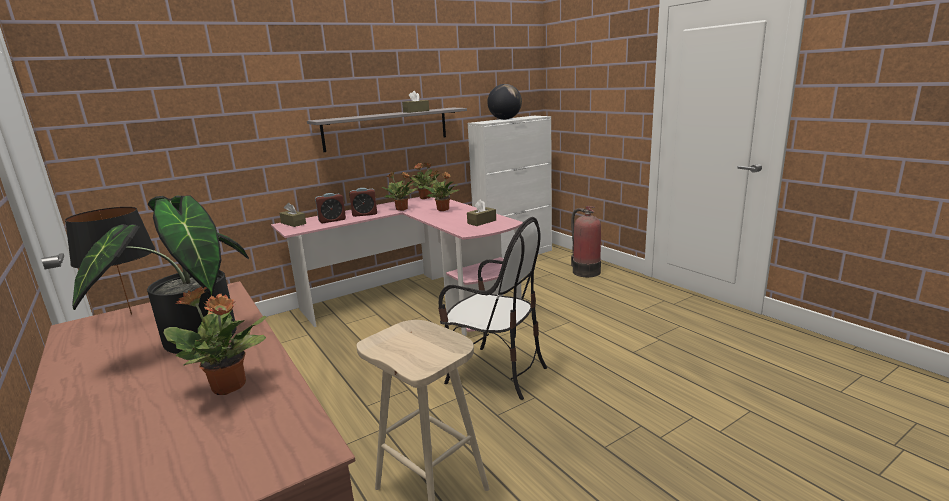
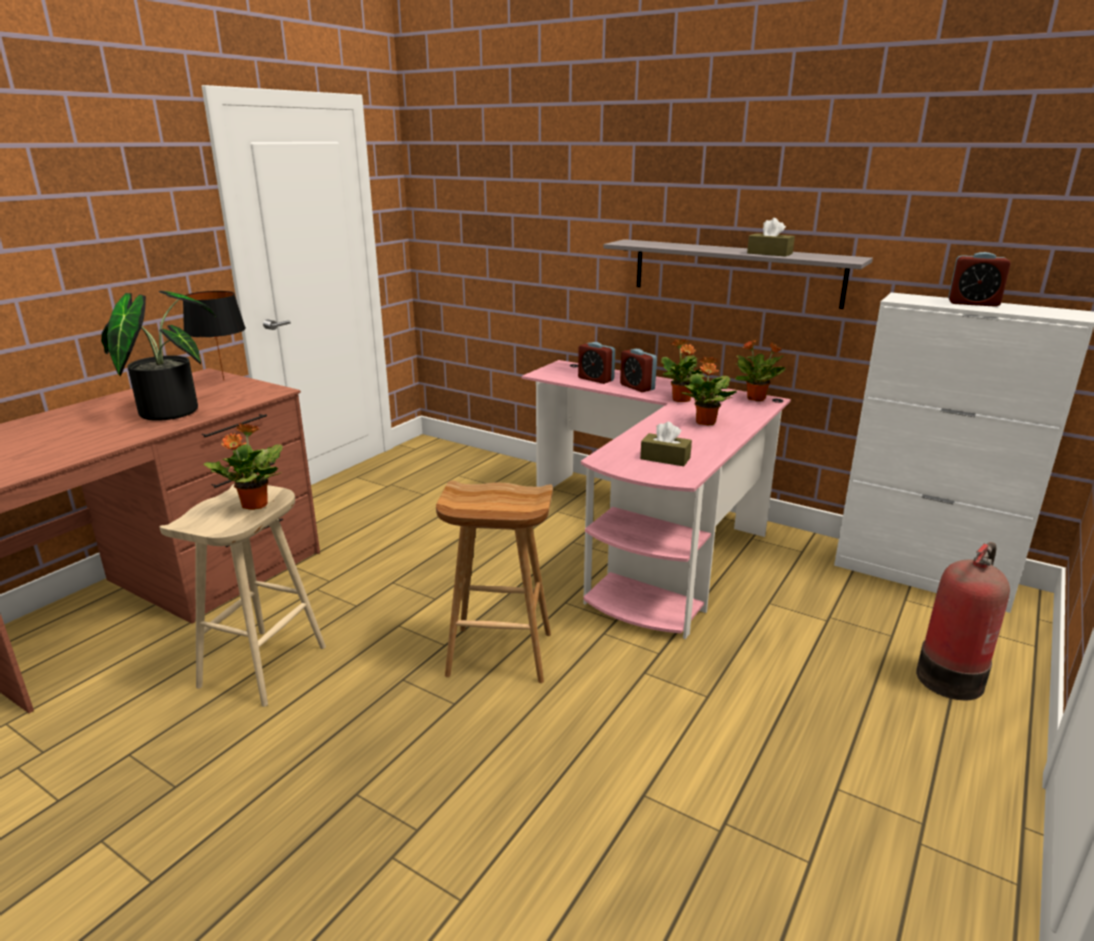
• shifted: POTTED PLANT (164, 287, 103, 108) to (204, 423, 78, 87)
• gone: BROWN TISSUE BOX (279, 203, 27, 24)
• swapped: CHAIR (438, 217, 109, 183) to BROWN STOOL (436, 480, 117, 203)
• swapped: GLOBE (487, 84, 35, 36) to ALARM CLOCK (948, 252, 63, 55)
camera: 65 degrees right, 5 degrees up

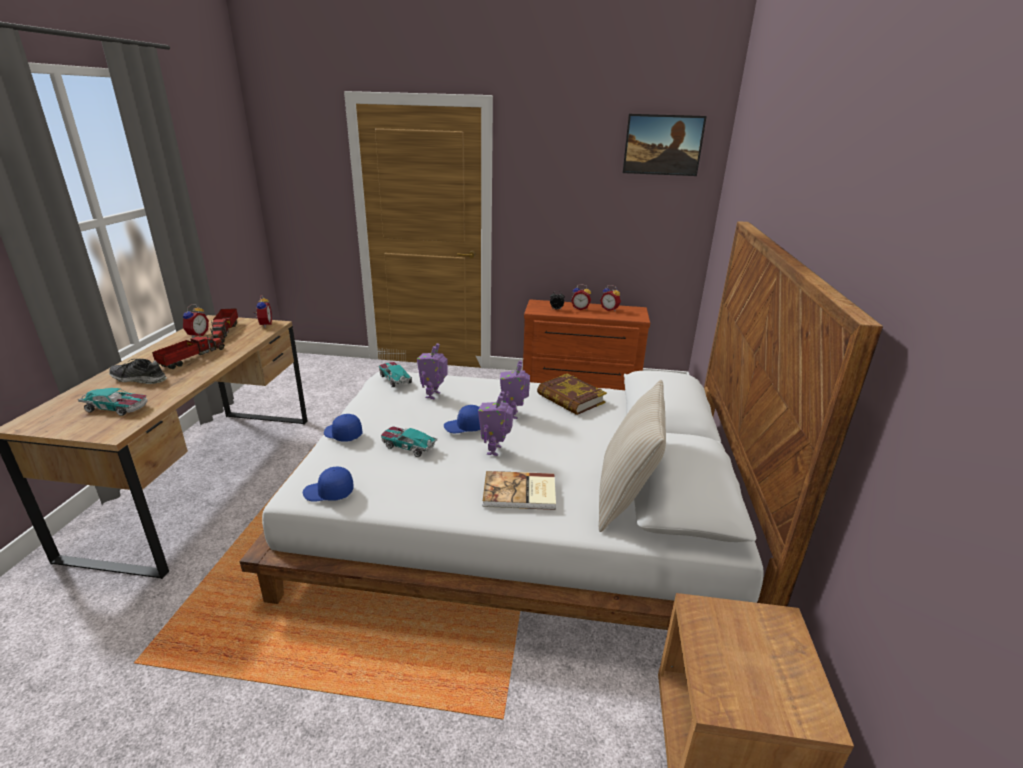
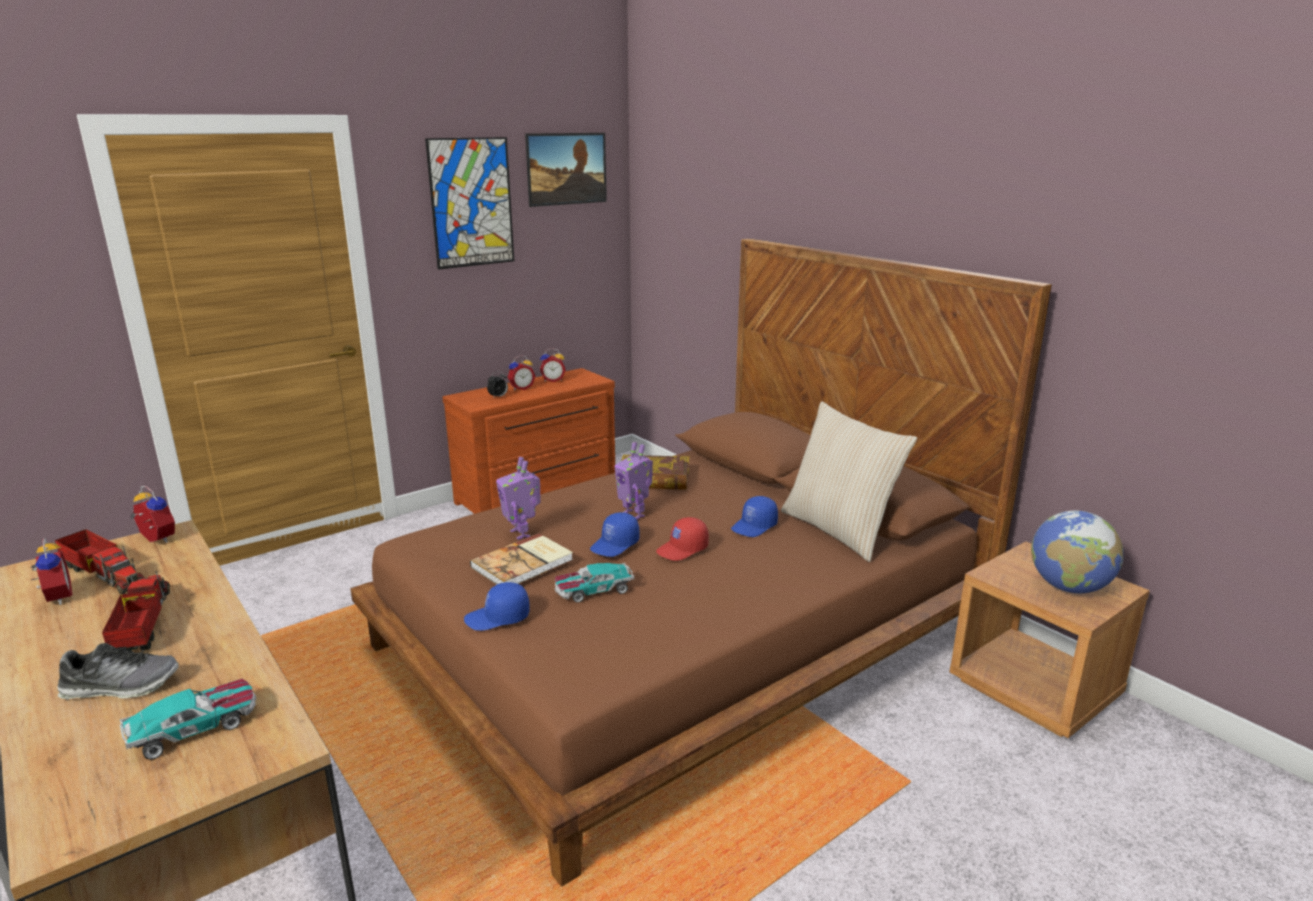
• rotated: SHOE (109, 359, 58, 25) = (58, 643, 121, 57) 150 degrees counterclockwise
• repainted: WHITE BED (240, 221, 643, 409) to BROWN BED (350, 239, 702, 648)
• shifted: BLUE CAP (303, 467, 51, 35) to (731, 496, 47, 41)
• gone: TOY CAR (379, 362, 33, 25)
• swapped: TOY ROBOT (478, 391, 35, 65) to RED CAP (656, 517, 53, 44)
• shifted: BOOK (483, 471, 73, 39) to (470, 533, 103, 51)
• new: PICTURE (425, 137, 89, 133)
• new: GLOBE (1031, 510, 92, 83)
camera: 45 degrees left, 5 degrees down

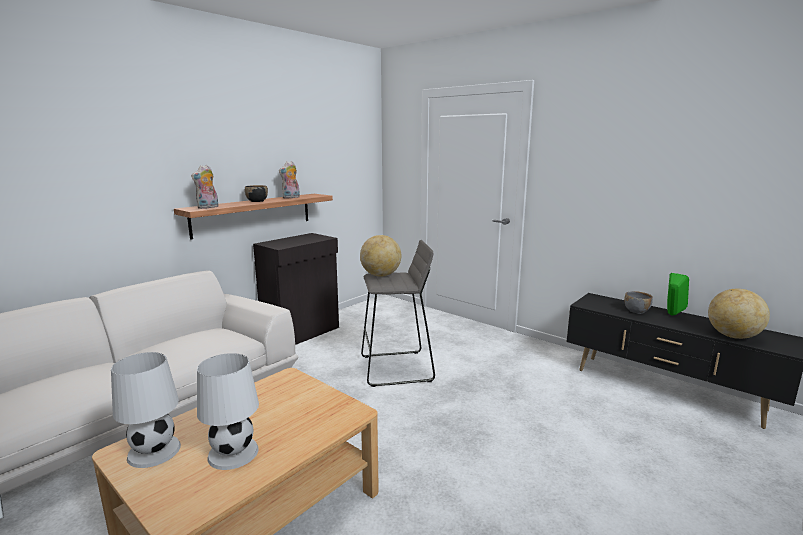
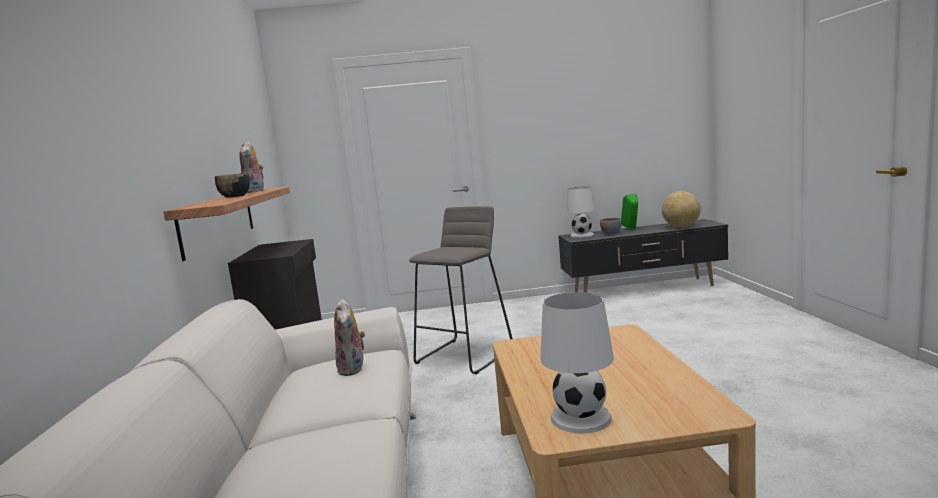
• shifted: PLUSH TOY (191, 165, 27, 44) to (334, 299, 31, 77)
• shifted: WHITE TABLE LAMP (197, 353, 62, 117) to (567, 186, 28, 52)
• gone: GLOBE (360, 235, 41, 42)
camera: 45 degrees left, 5 degrees down

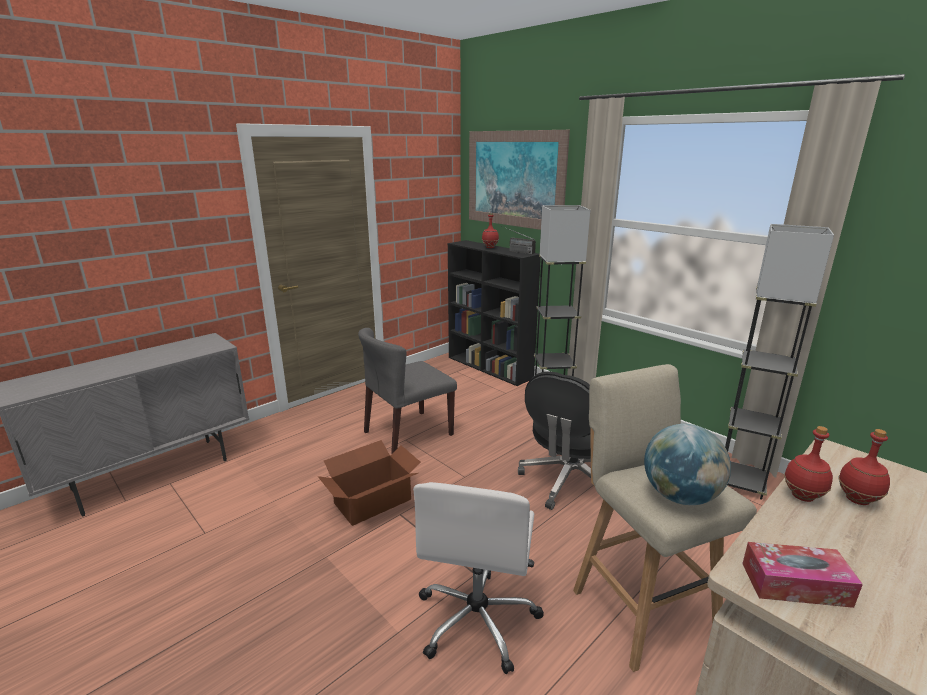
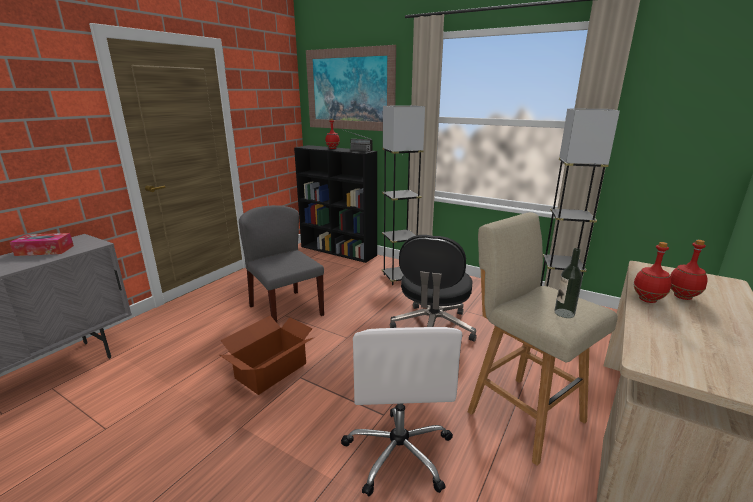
• rotated: GREY CHAIR (358, 328, 99, 127) = (239, 205, 85, 118) 105 degrees clockwise
• swapped: GLOBE (644, 424, 87, 81) to BOTTLE (554, 248, 29, 70)
• shifted: TISSUE BOX (742, 542, 121, 66) to (10, 233, 64, 23)
camera: 15 degrees left, 0 degrees up

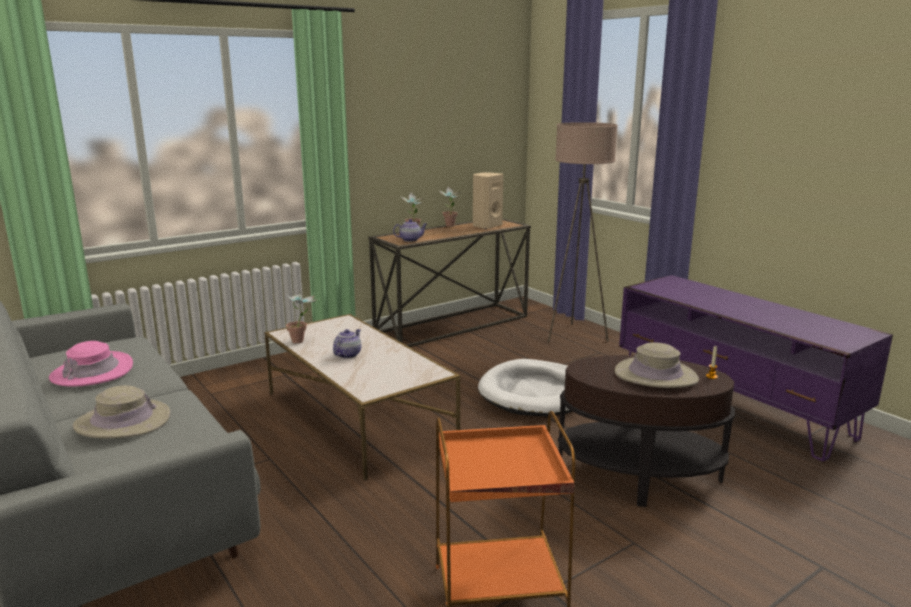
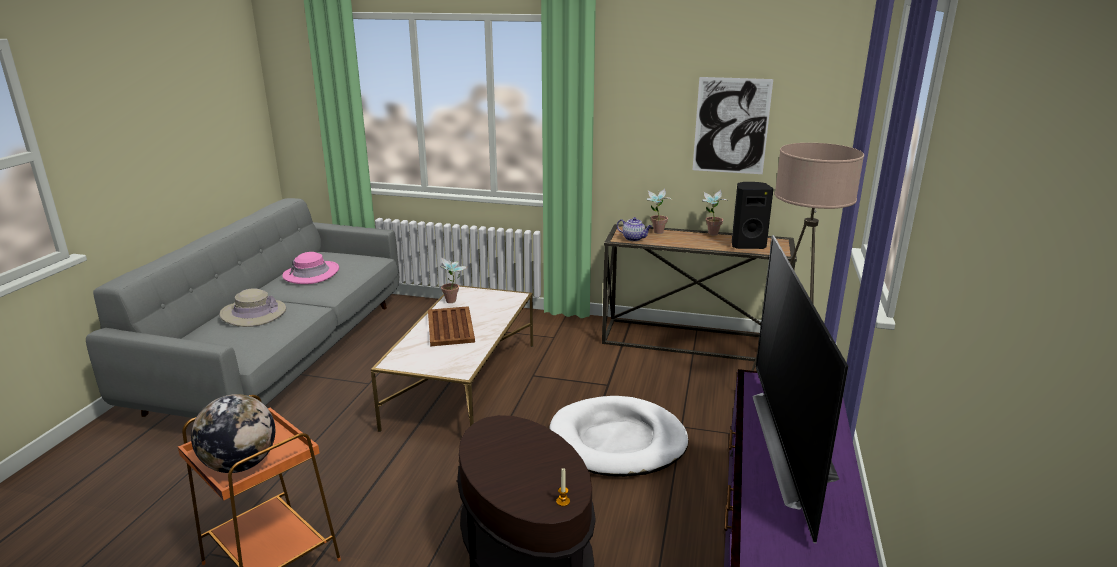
• swapped: TEAPOT (333, 329, 28, 29) to BROWN TRAY (428, 306, 47, 41)
• repainted: BEIGE SPEAKER (473, 172, 30, 57) to BLACK SPEAKER (732, 182, 42, 67)
• gone: BEIGE HAT (615, 342, 84, 46)
• new: GLOBE (191, 394, 84, 79)
• new: PICTURE (693, 77, 80, 97)
• new: TELEVISION (752, 235, 96, 308)
camera: 50 degrees right, 5 degrees up

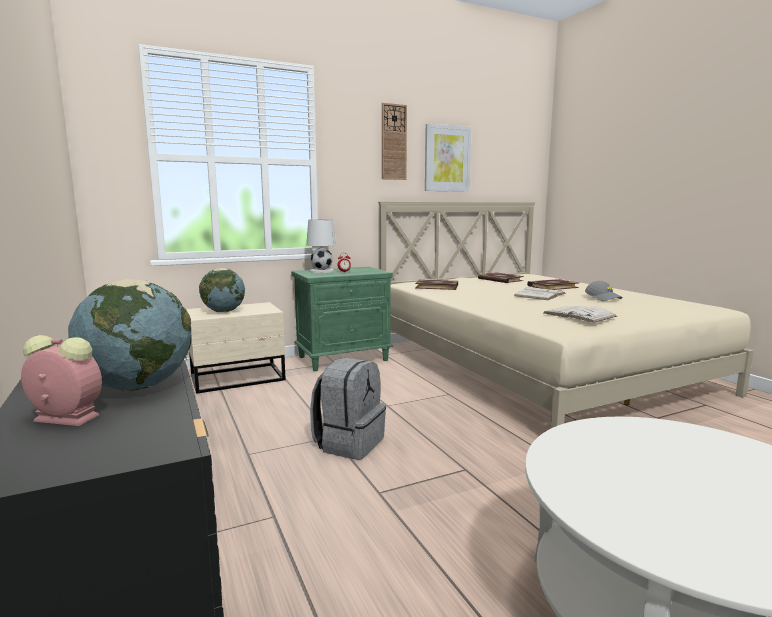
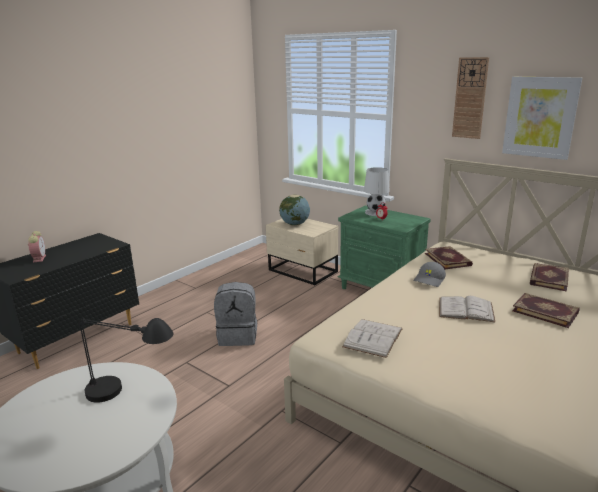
• gone: GLOBE (68, 279, 124, 112)
• shifted: GREY CAP (585, 281, 38, 20) to (413, 262, 33, 25)
• new: BLACK TABLE LAMP (77, 318, 96, 85)
camera: 65 degrees right, 10 degrees up

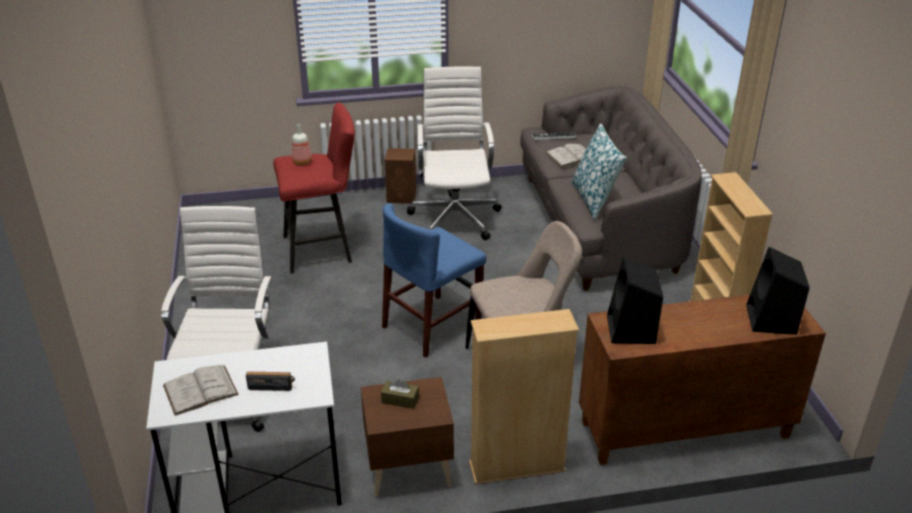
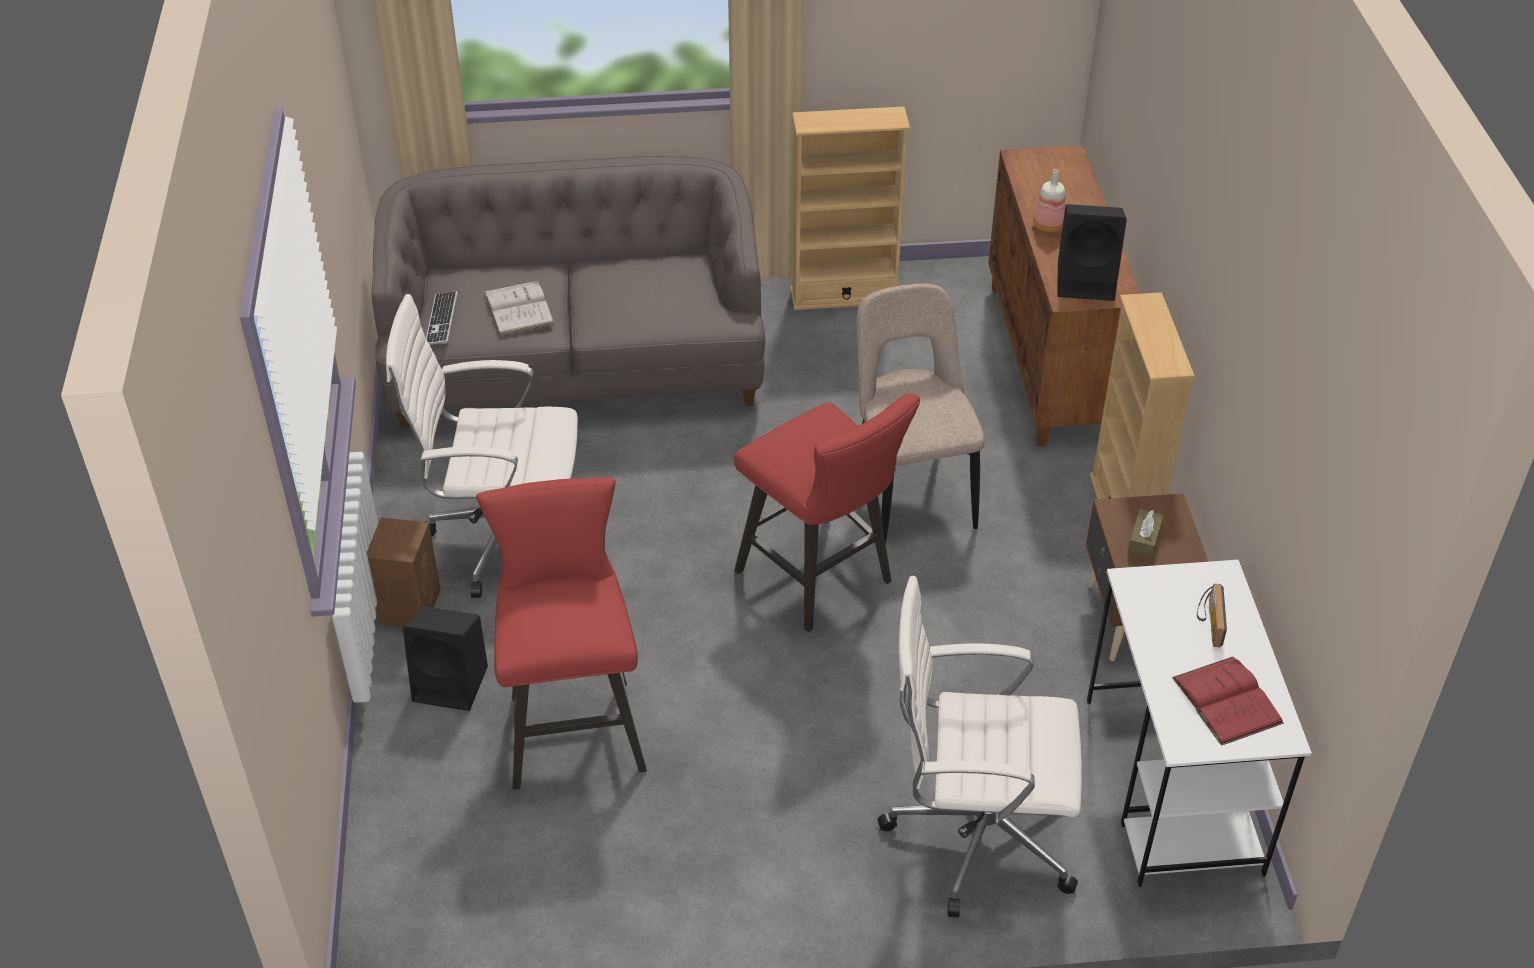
• repainted: WHITE BOOK (163, 365, 76, 51) to RED BOOK (1172, 657, 112, 89)
• shifted: BOTTLE (292, 124, 20, 41) to (1033, 169, 33, 64)
• swapped: BLUE CHAIR (382, 203, 104, 155) to RED STOOL (734, 393, 186, 239)
• gone: PILLOW (571, 123, 56, 97)
• shifted: BLACK SPEAKER (746, 247, 64, 88) to (403, 606, 85, 105)
camera: 85 degrees left, 10 degrees up

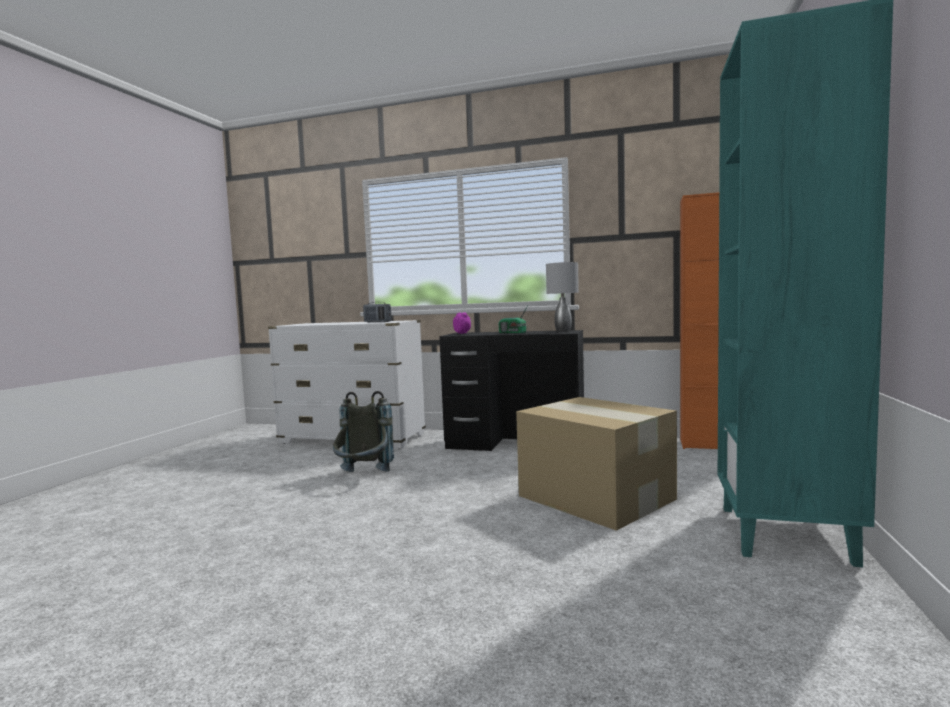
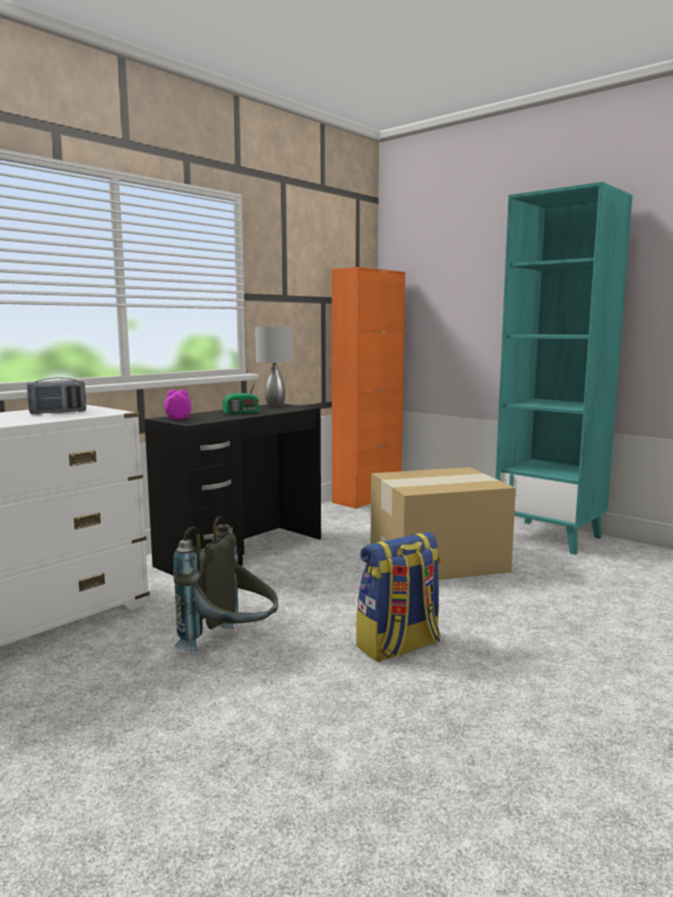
• new: BACKPACK (356, 532, 85, 131)
camera: 65 degrees left, 5 degrees up

